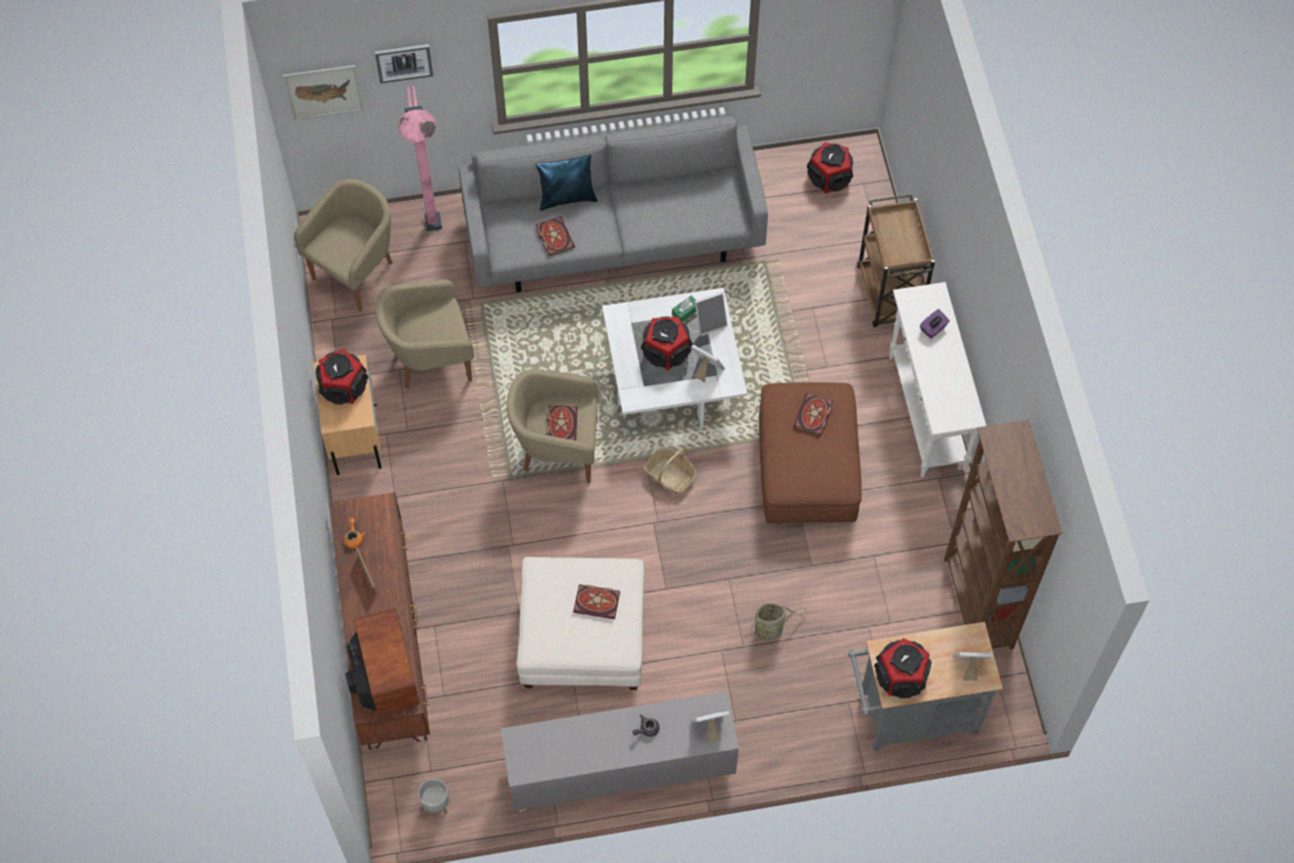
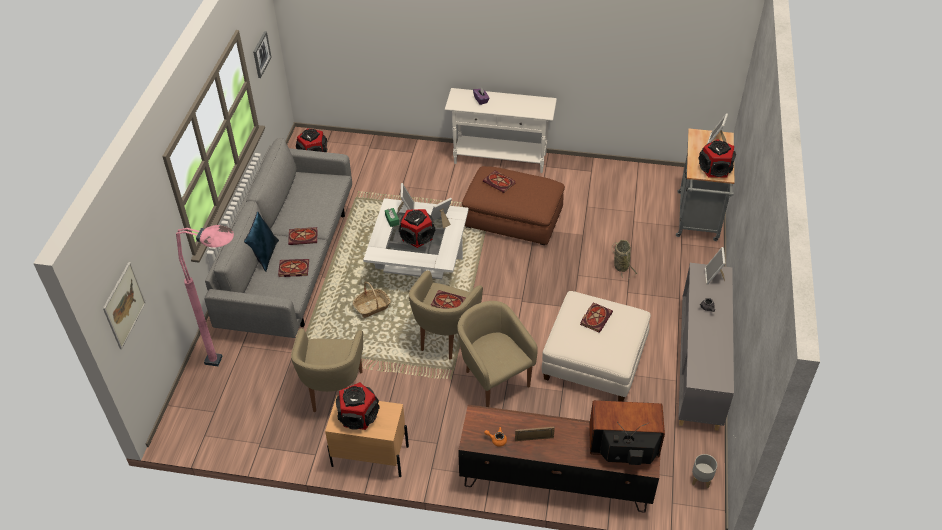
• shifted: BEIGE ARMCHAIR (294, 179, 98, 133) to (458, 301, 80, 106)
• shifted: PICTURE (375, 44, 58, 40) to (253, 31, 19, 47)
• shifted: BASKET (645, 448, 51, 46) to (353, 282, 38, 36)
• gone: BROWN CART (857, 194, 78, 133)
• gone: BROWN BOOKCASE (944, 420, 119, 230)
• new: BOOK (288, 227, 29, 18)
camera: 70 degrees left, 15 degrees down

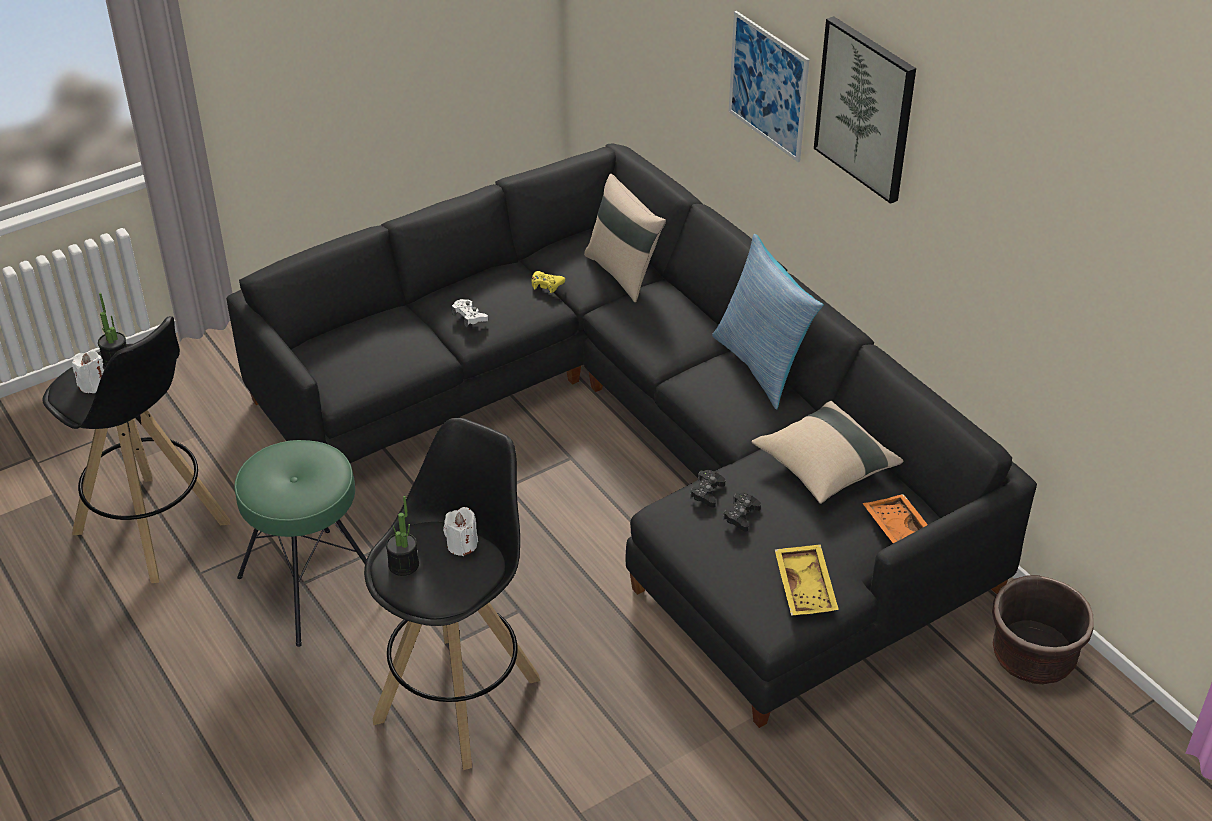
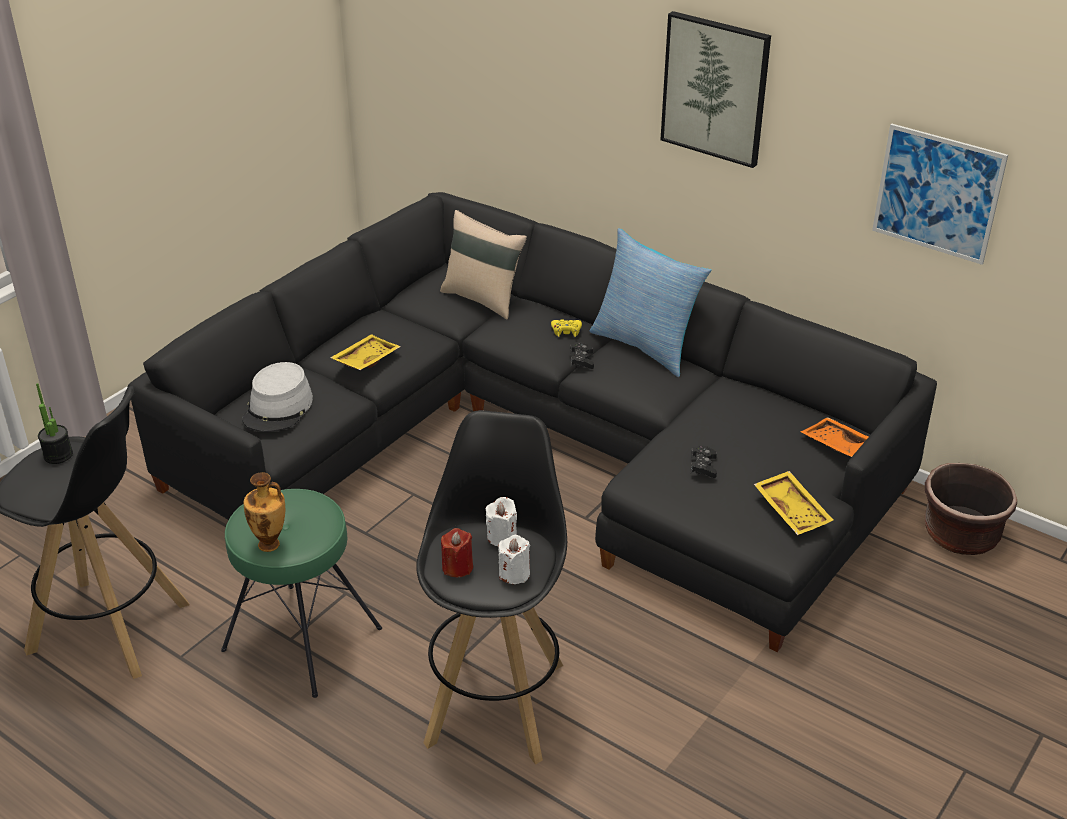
• shifted: WHITE CANDLE (72, 351, 32, 42) to (498, 535, 32, 49)
• swapped: POTTED PLANT (386, 496, 33, 80) to RED CANDLE (441, 528, 32, 49)
• swapped: WHITE GAME CONTROLLER (452, 299, 36, 28) to YELLOW TRAY (330, 334, 71, 36)
• shifted: YELLOW GAME CONTROLLER (532, 271, 33, 22) to (551, 319, 31, 18)
• shifted: BLACK GAME CONTROLLER (690, 470, 35, 38) to (570, 342, 24, 27)
• shifted: PICTURE (729, 11, 80, 151) to (872, 123, 136, 142)
• gone: BEIGE PILLOW (752, 401, 151, 103)
• new: GREY HAT (242, 362, 71, 70)
• new: VASE (243, 472, 42, 80)
camera: 20 degrees left, 5 degrees down

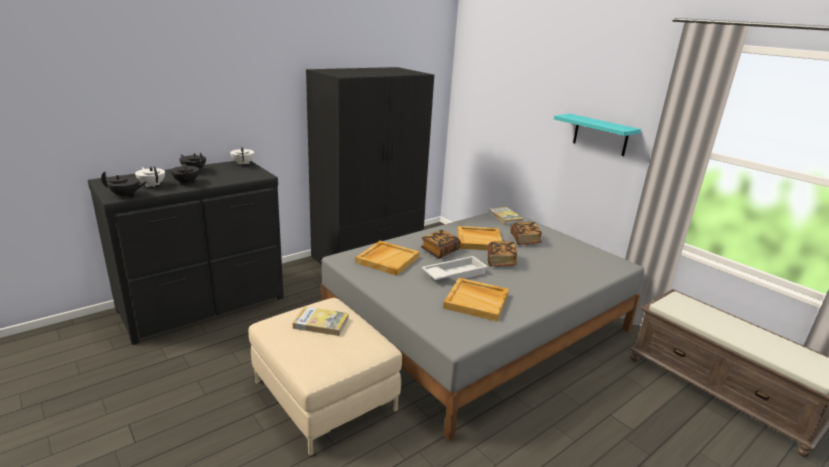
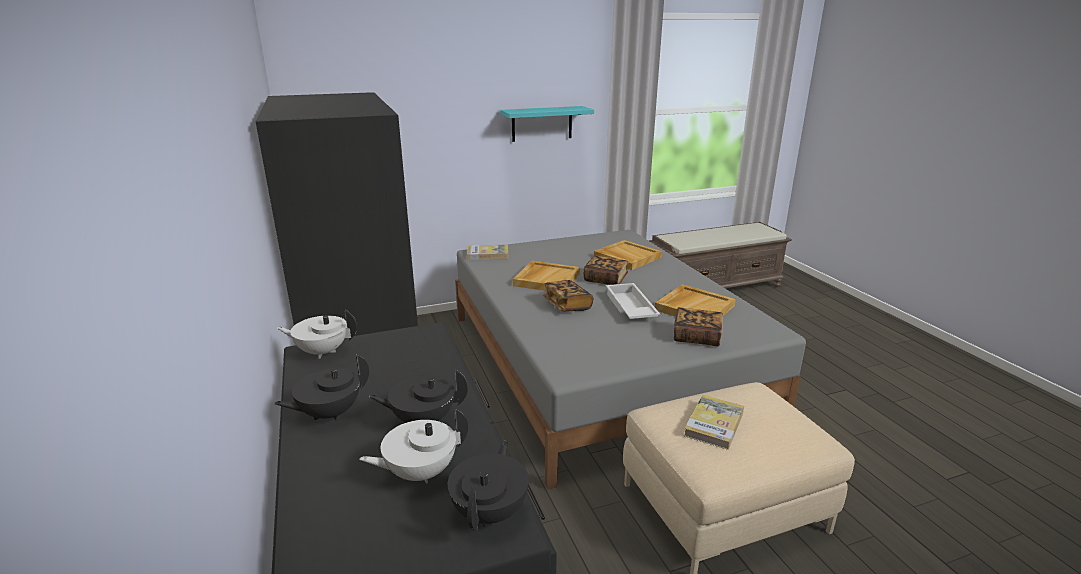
• shifted: BEIGE TRAY (355, 241, 65, 35) to (594, 240, 68, 30)
• shifted: BOOK (510, 222, 32, 23) to (674, 307, 49, 39)
camera: 70 degrees left, 0 degrees up

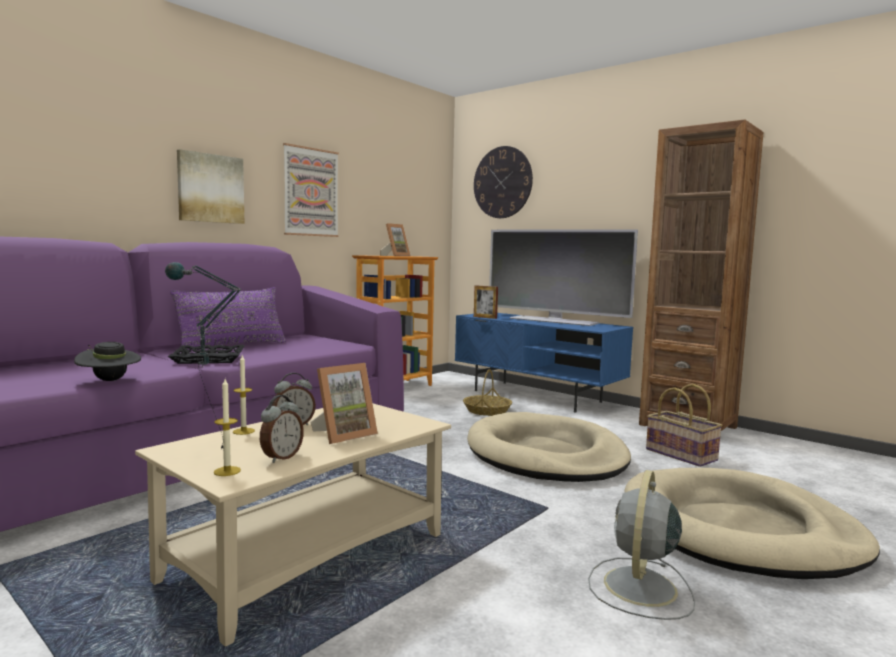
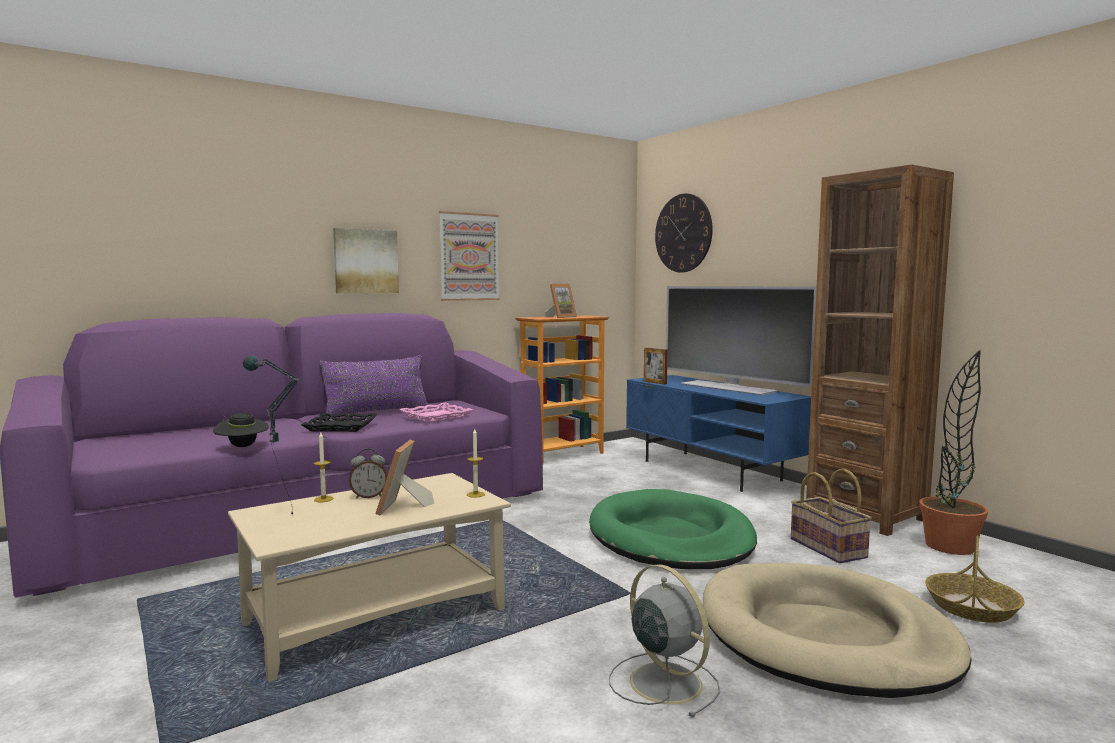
• shifted: CANDLE (214, 379, 27, 97) to (467, 429, 18, 69)
• gone: ALARM CLOCK (260, 395, 44, 68)
• rotated: PICTURE FRAME (310, 363, 68, 81) = (375, 440, 59, 76) 120 degrees clockwise
• shifted: BASKET (463, 369, 49, 47) to (925, 536, 100, 87)
• repainted: BEIGE DOG BED (467, 412, 164, 70) to GREEN DOG BED (589, 489, 168, 80)
• rotated: GREY FAN (588, 470, 107, 150) = (609, 564, 111, 154) 105 degrees clockwise
• new: PINK TRAY (400, 403, 73, 20)
• new: POTTED PLANT (919, 350, 69, 205)
camera: 15 degrees right, 0 degrees up

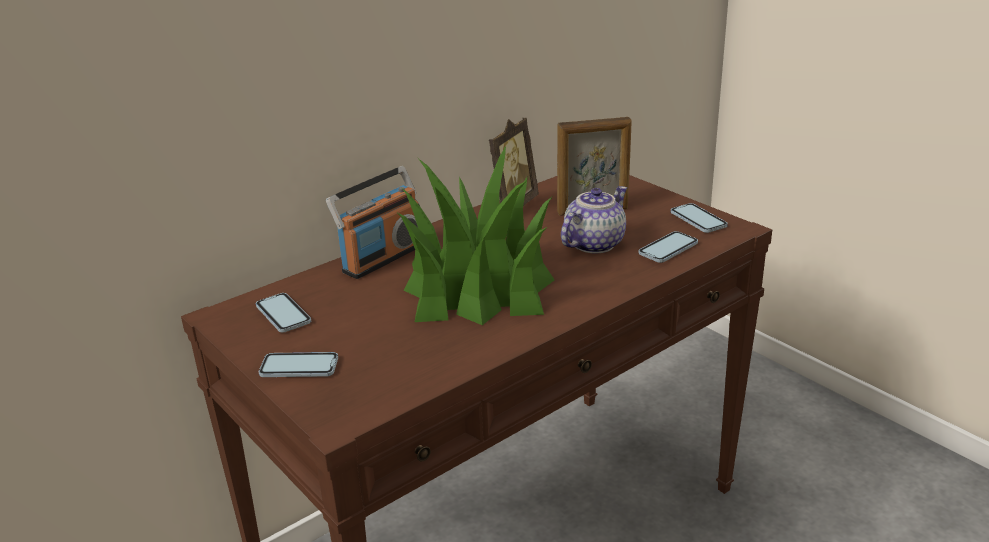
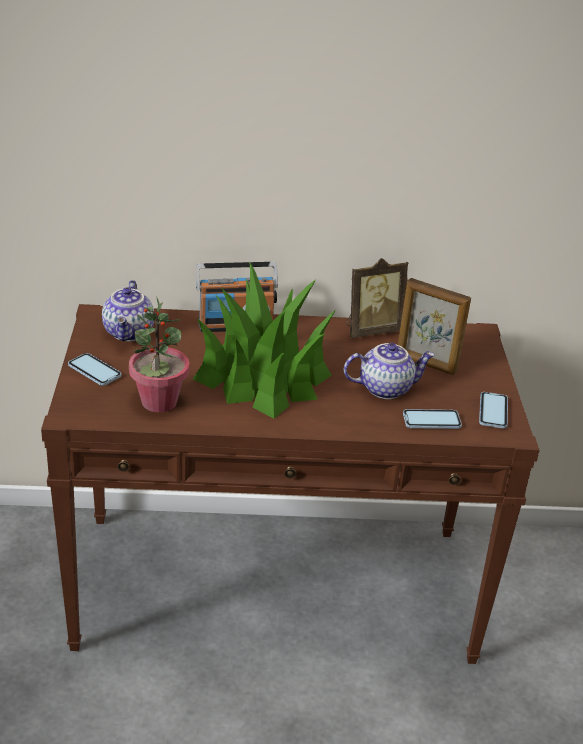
• swapped: PHONE (256, 293, 55, 40) to TEAPOT (102, 280, 52, 61)
• new: POTTED PLANT (129, 296, 61, 117)
camera: 35 degrees right, 5 degrees up

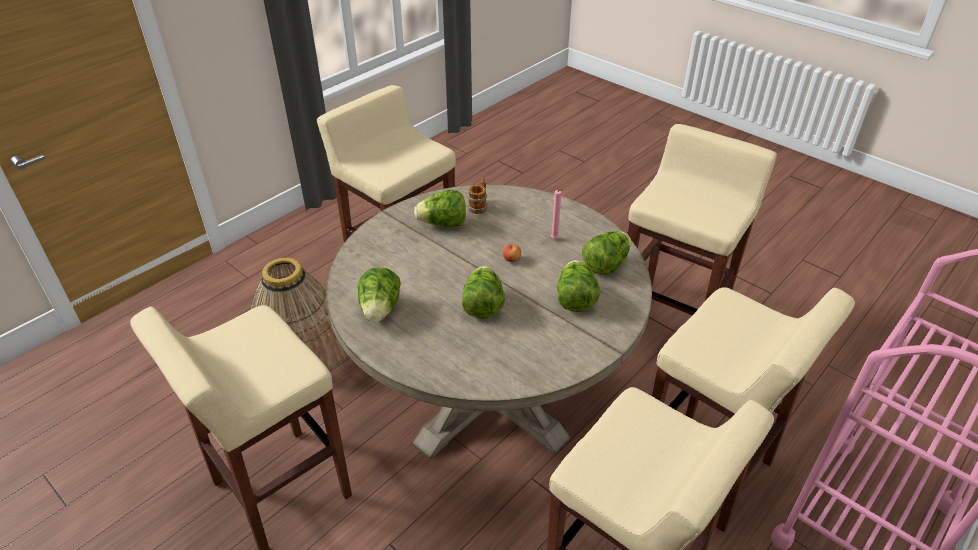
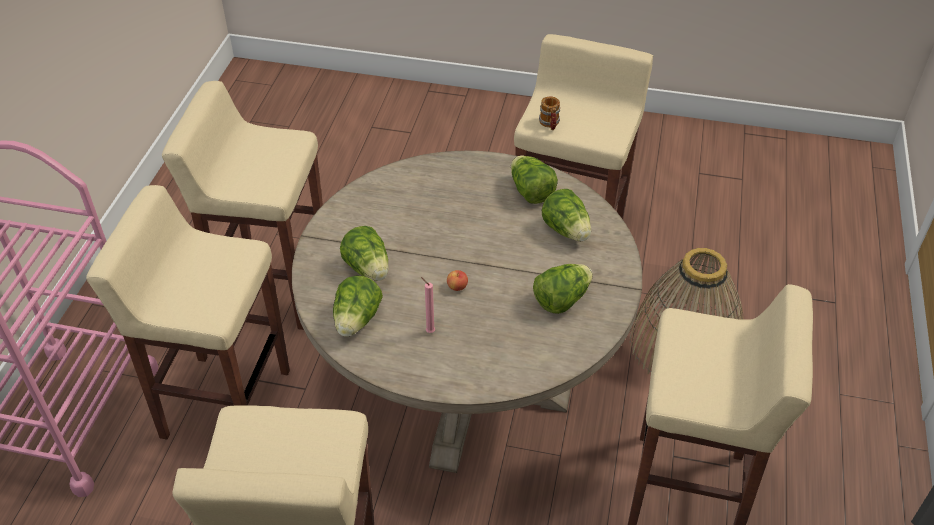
• shifted: LETTUCE (462, 266, 43, 53) to (542, 189, 49, 52)
• shifted: MUG (467, 178, 21, 36) to (539, 96, 21, 34)
camera: 150 degrees right, 5 degrees up

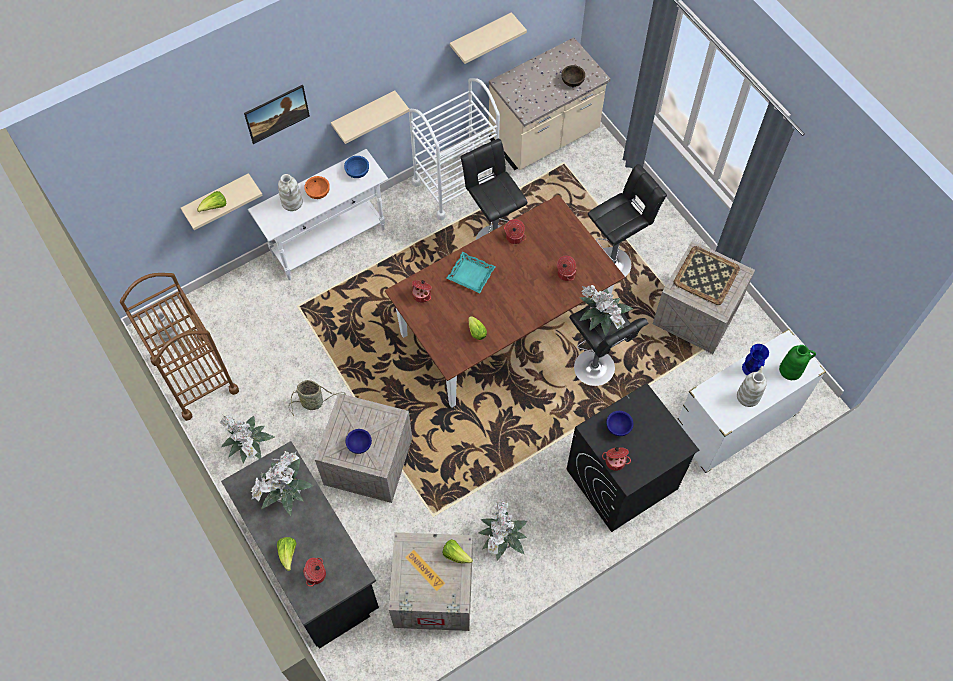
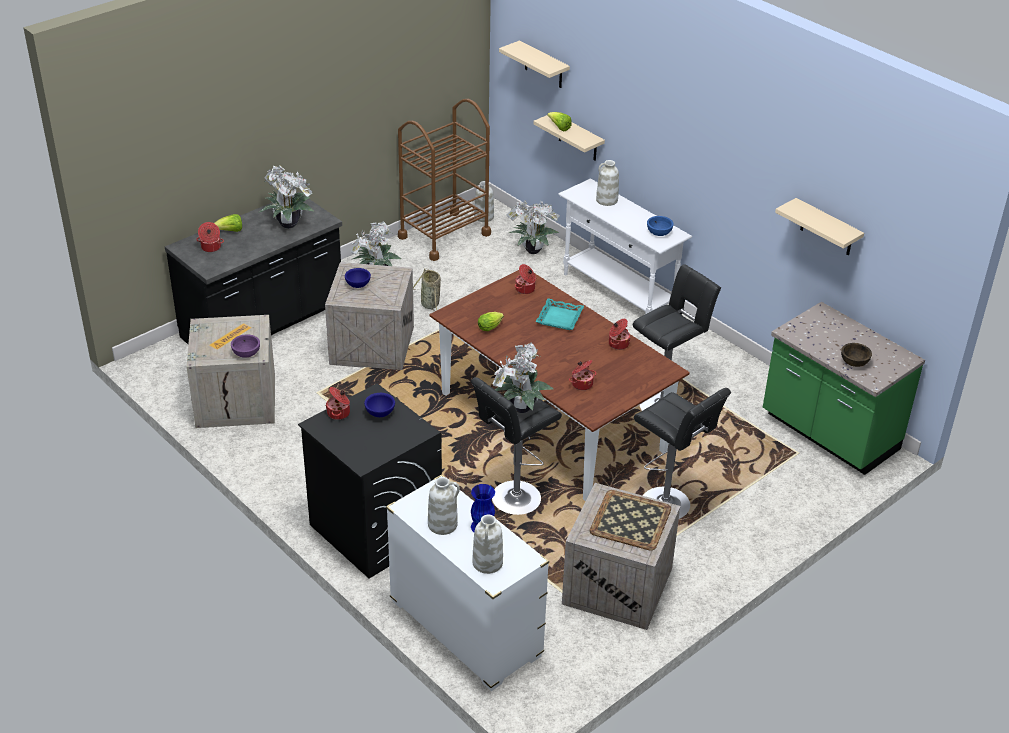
• gone: PICTURE (244, 85, 66, 59)
• gone: ORANGE BOWL (304, 176, 26, 23)
• shifted: BEIGE SHELF (331, 90, 78, 54) to (499, 41, 71, 47)
• gone: WHITE CART (409, 78, 91, 142)
• swapped: LETTUCE (443, 539, 30, 24) to PURPLE BOWL (231, 334, 29, 24)
• shifted: POTTED PLANT (478, 501, 49, 59) to (506, 200, 54, 54)
• repainted: BEIGE COUNTER (489, 37, 122, 133) to GREEN COUNTER (763, 302, 162, 173)
• repainted: GREEN VASE (779, 345, 37, 35) to WHITE VASE (472, 514, 31, 60)
camera: 80 degrees right, 25 degrees down

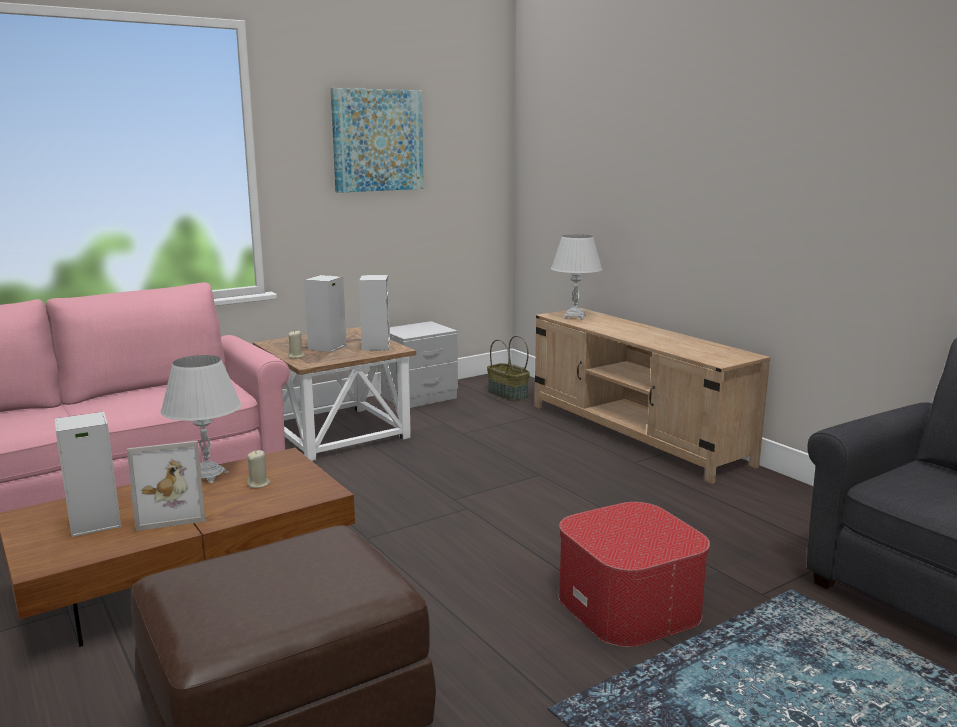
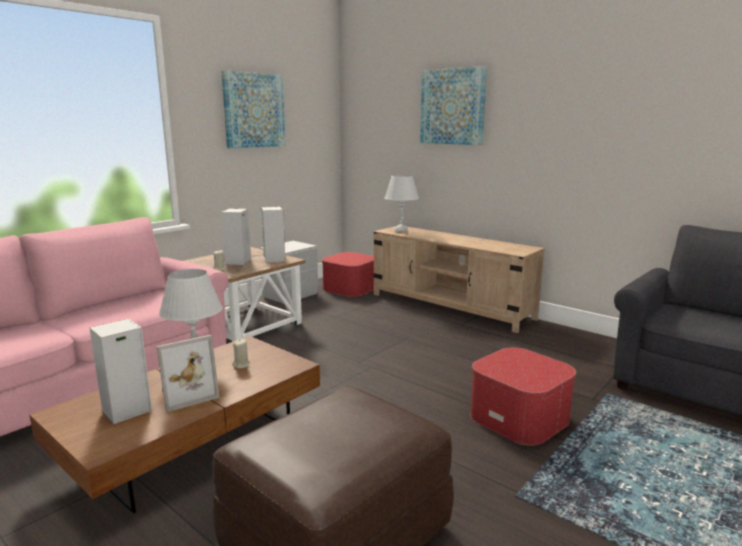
• swapped: BASKET (487, 336, 43, 65) to OTTOMAN (322, 252, 52, 45)
• new: PICTURE (420, 66, 67, 79)
camera: 15 degrees left, 0 degrees up

